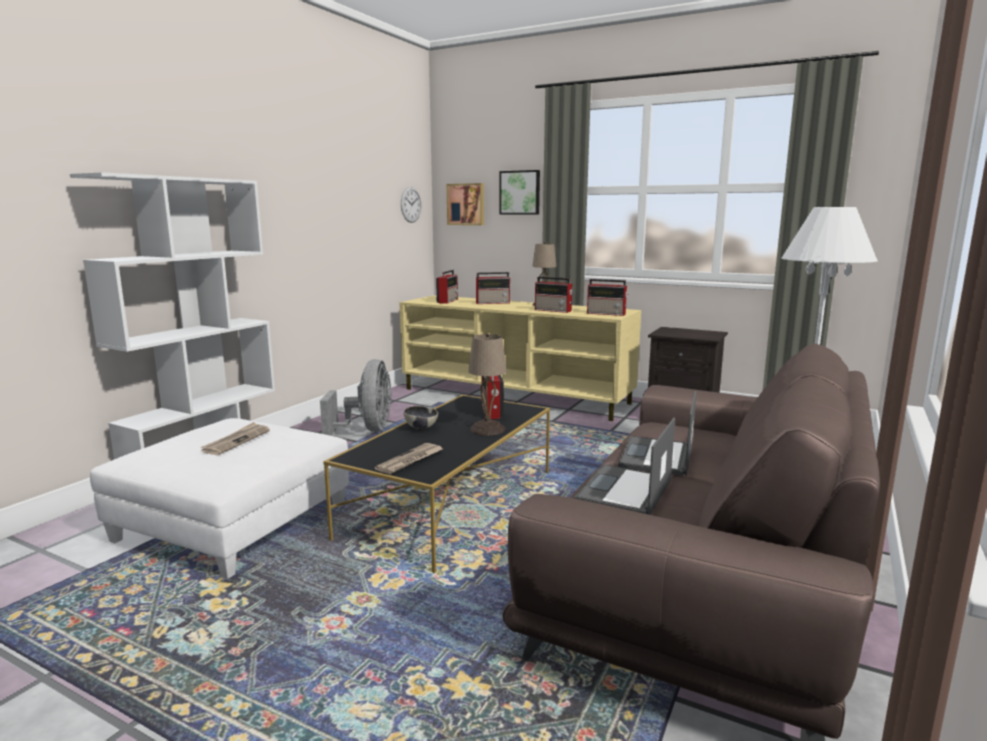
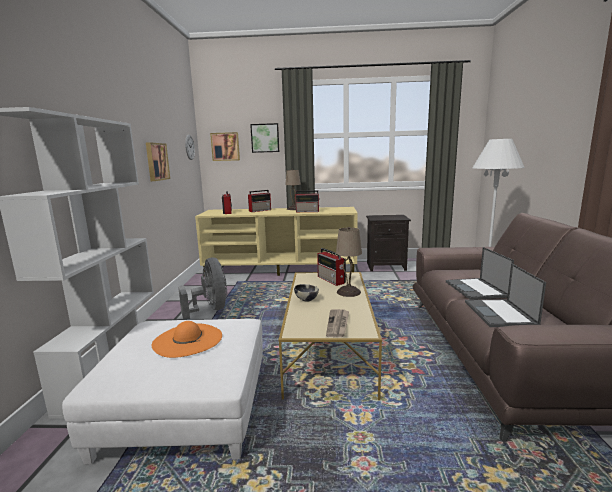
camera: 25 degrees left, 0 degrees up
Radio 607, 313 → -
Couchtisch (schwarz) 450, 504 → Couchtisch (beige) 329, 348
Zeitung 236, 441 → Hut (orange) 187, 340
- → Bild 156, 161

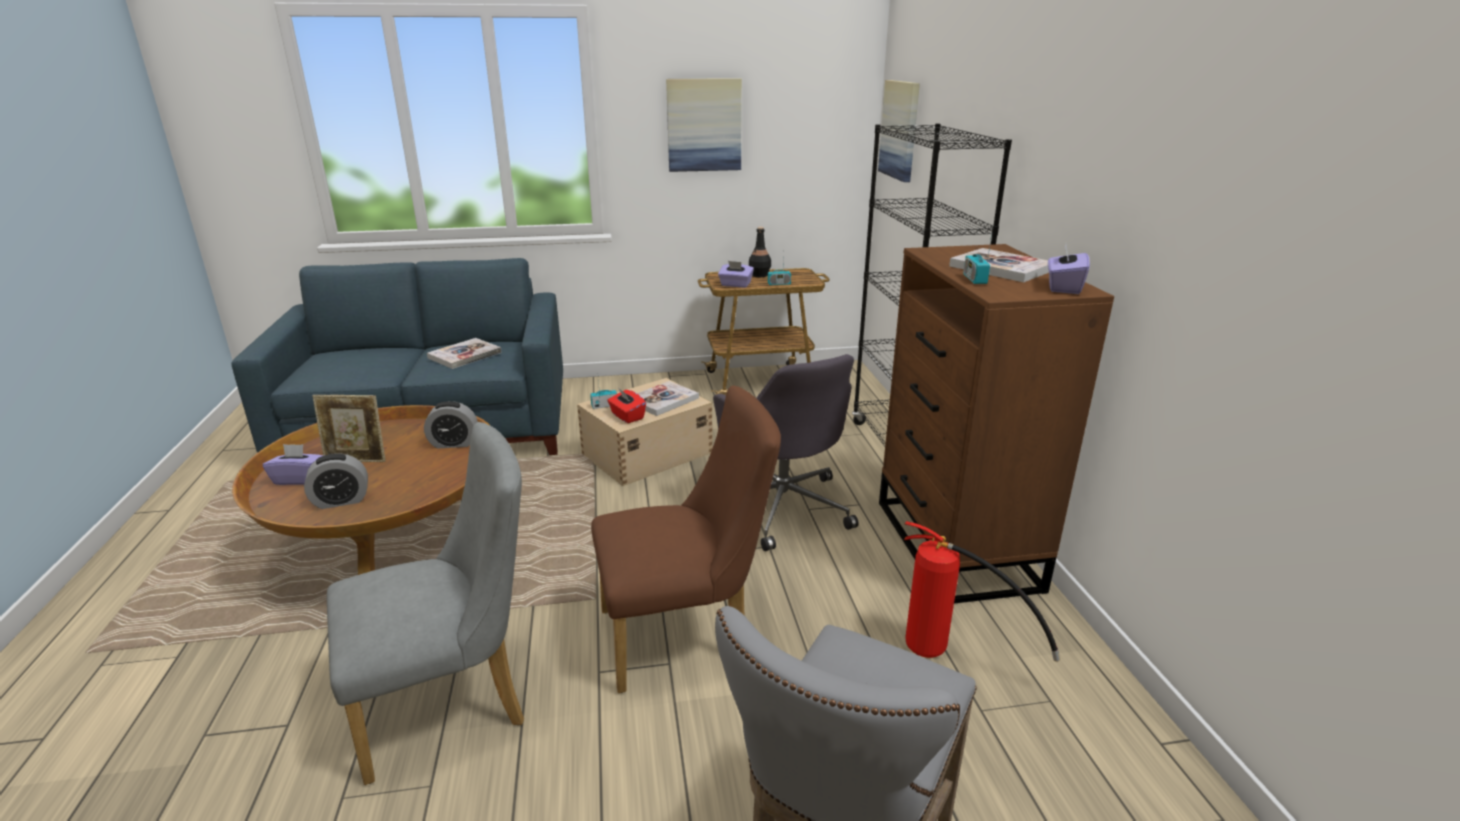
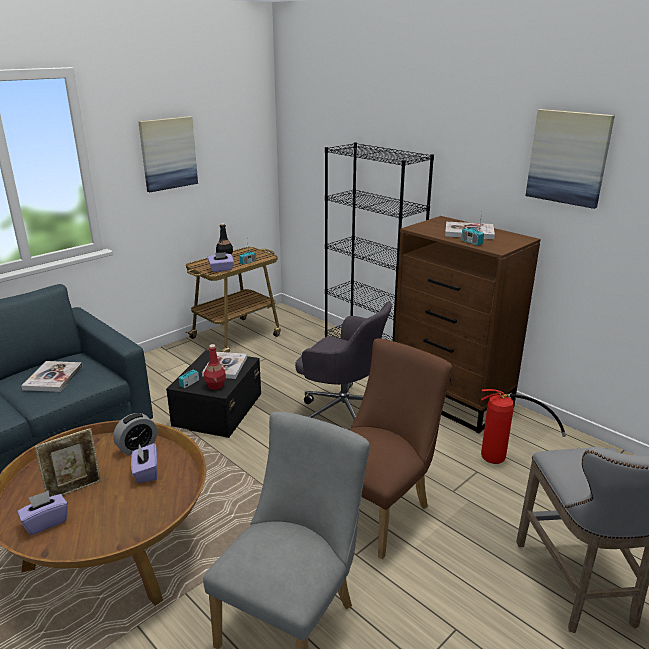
camera: 35 degrees left, 0 degrees up
Bild 900, 130 → Bild 568, 157, relocated
Taschentuchbox (lila) 1063, 287 → Taschentuchbox (lila) 146, 472, relocated
Aufbewahrungsbox (beige) 645, 453 → Aufbewahrungsbox (schwarz) 217, 410
Taschentuchbox (rot) 627, 416 → Flasche (rot) 216, 385
Wecker 341, 501 → -

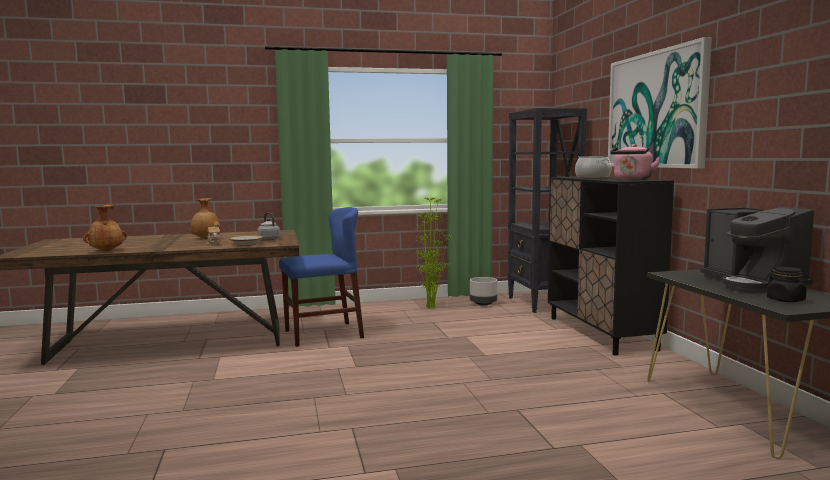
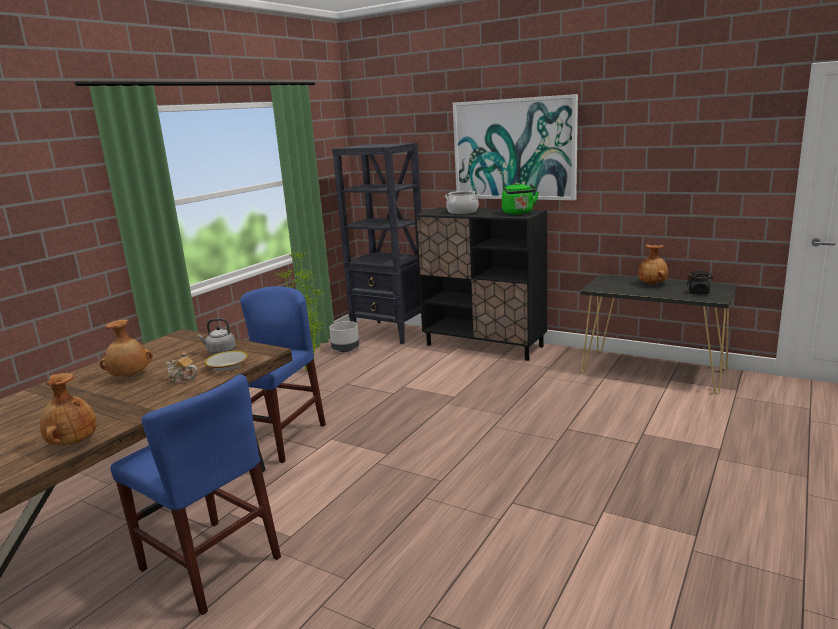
camera: 45 degrees left, 10 degrees up
Wasserkessel (rosa) 632, 179 → Wasserkessel (grün) 518, 213
Kaffeemaschine 751, 284 → Vase (braun) 653, 284
- → Stuhl (blau) 209, 563

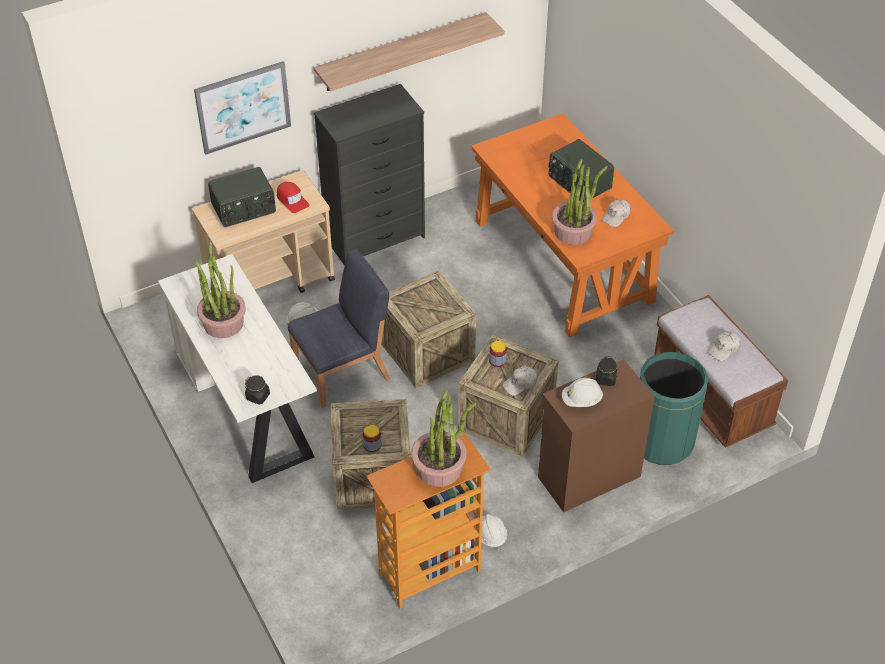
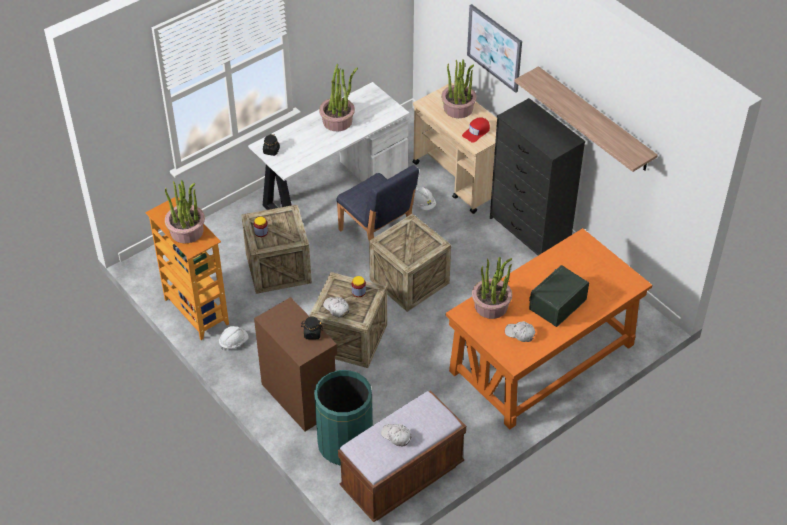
camera: 80 degrees right, 0 degrees up
Radio 244, 209 → Topfpflanze 458, 108
Schutzhelm (weiß) 581, 400 → -

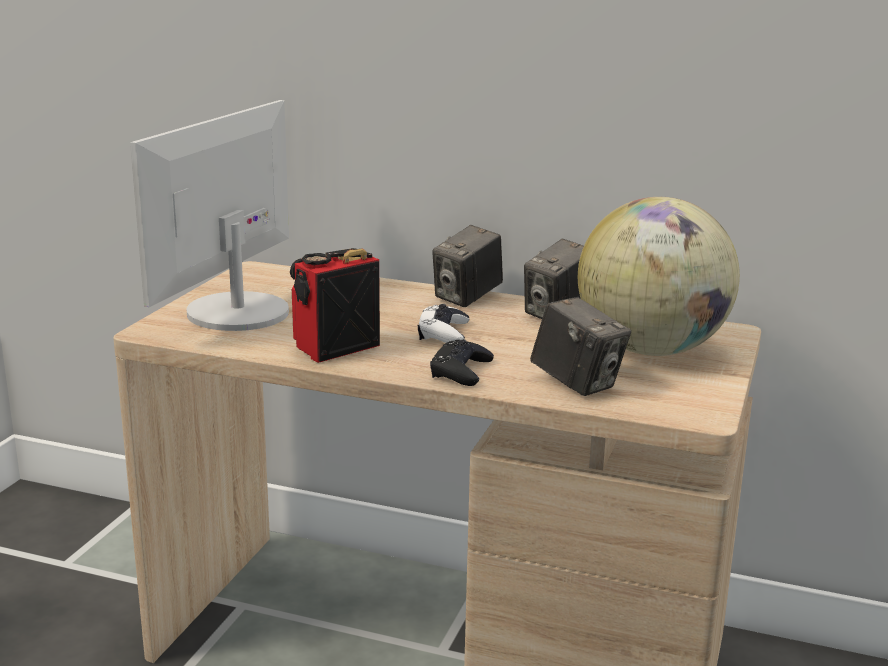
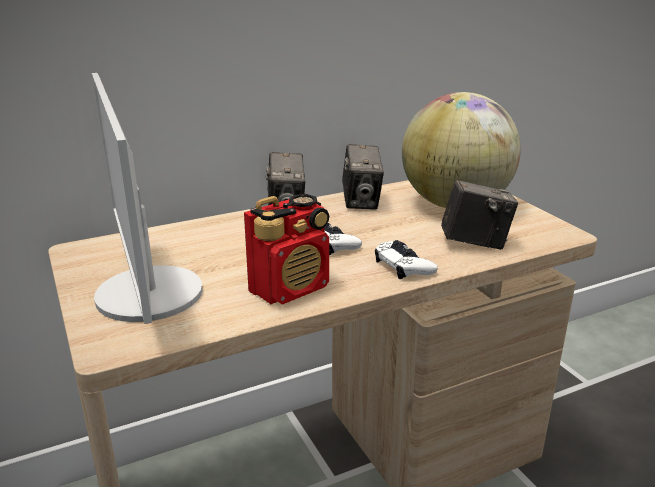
camera: 45 degrees left, 5 degrees up
Radio 334, 348 → Radio 290, 288, 135 degrees counterclockwise
Gamepad (schwarz) 461, 371 → Gamepad (weiß) 403, 266

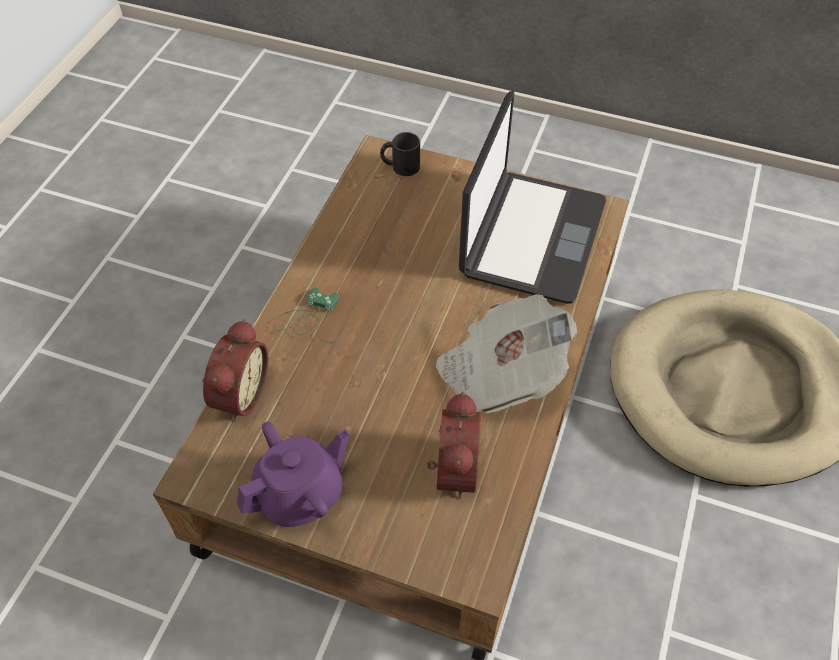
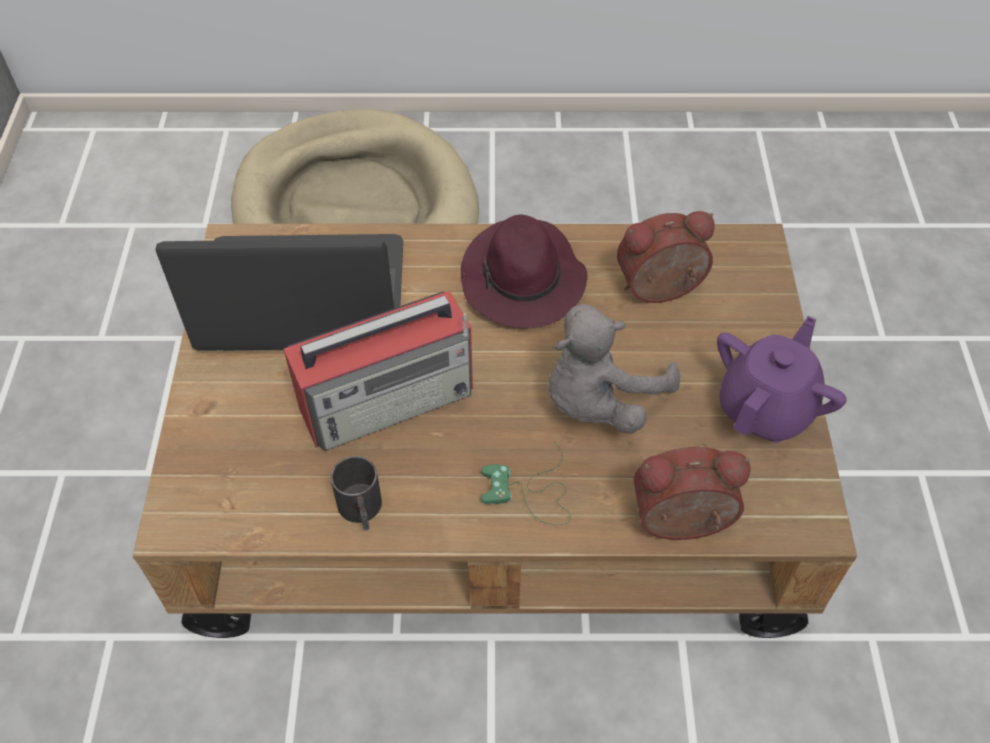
camera: 110 degrees left, 0 degrees up
Henkelbecher (schwarz) 400, 166 → Henkelbecher (schwarz) 361, 511, relocated
Zeitung 500, 373 → Hut (lila) 523, 281
Teekanne (lila) 300, 494 → Teekanne (lila) 766, 408, 90 degrees clockwise
- → Radio 390, 399
- → Plüschtier (grau) 599, 400

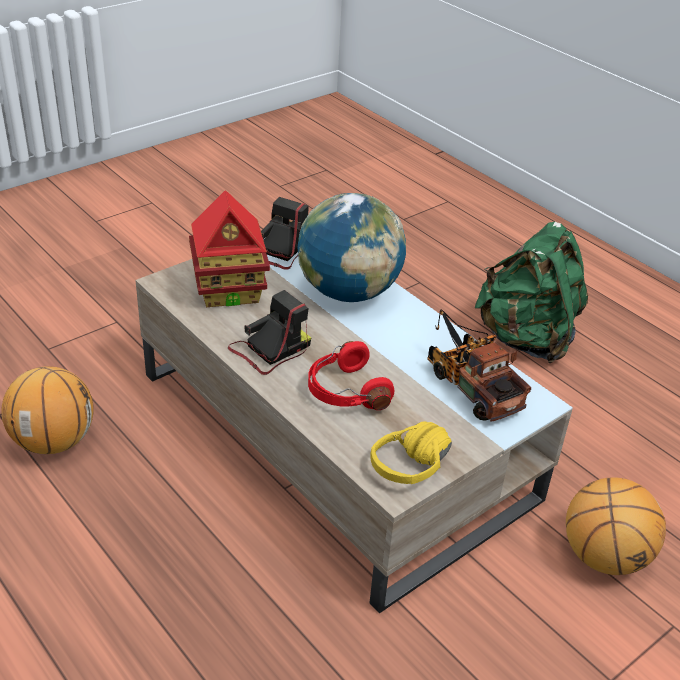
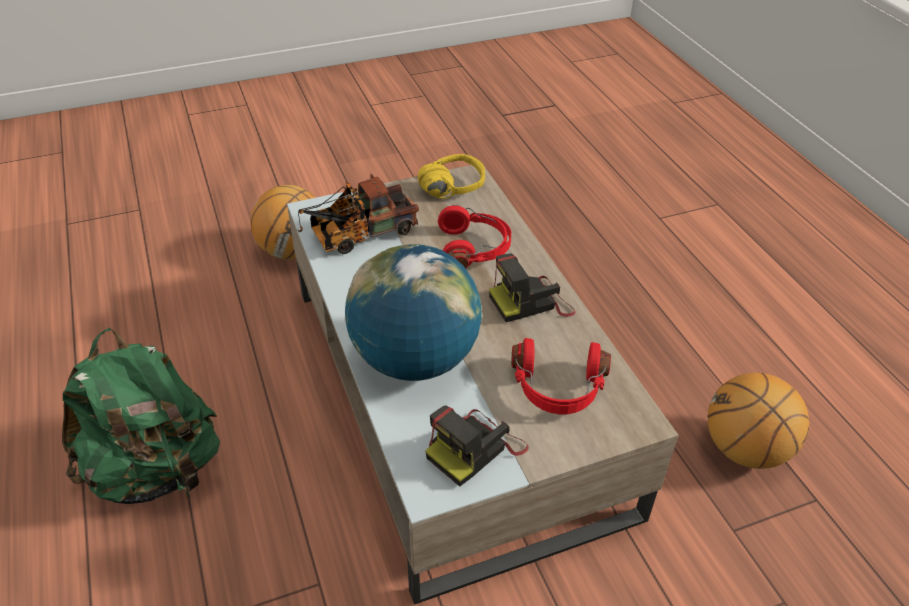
camera: 160 degrees left, 5 degrees up
Spielzeughaus 230, 291 → Kopfhörer (rot) 558, 389
Spielzeuglaster 469, 384 → Spielzeuglaster 358, 235, 75 degrees clockwise

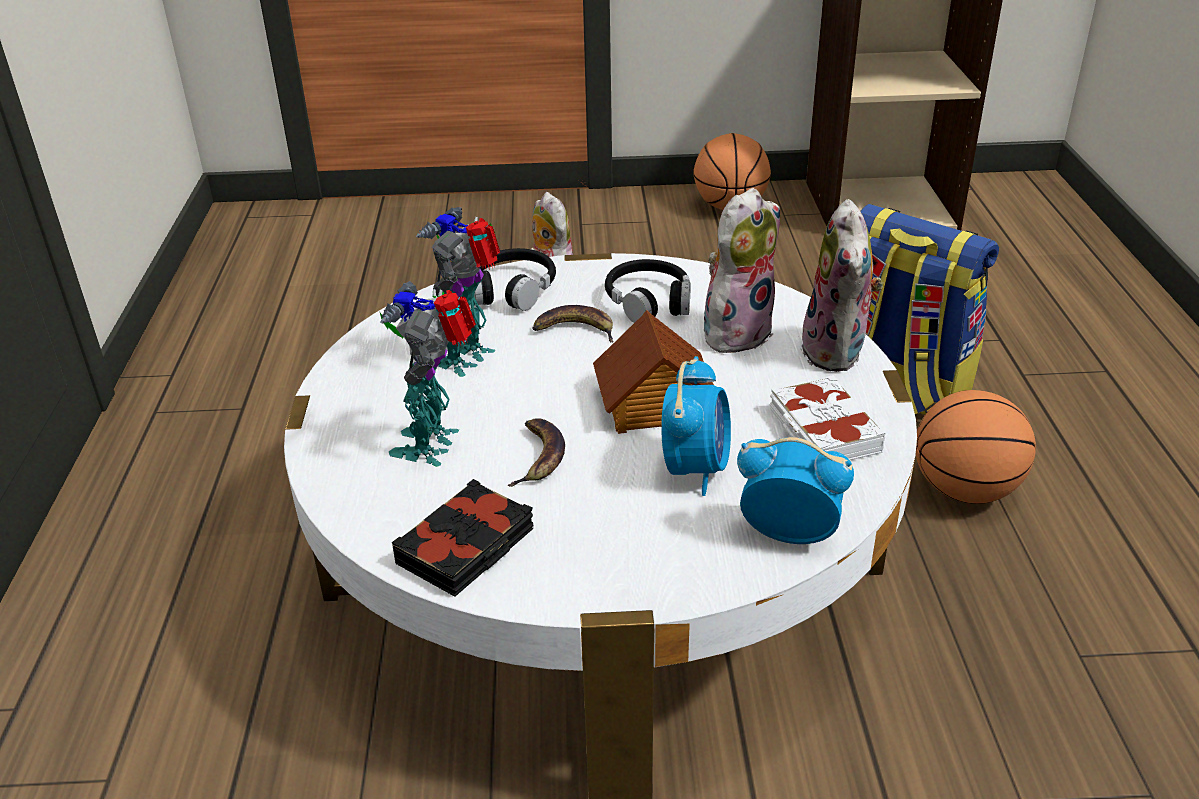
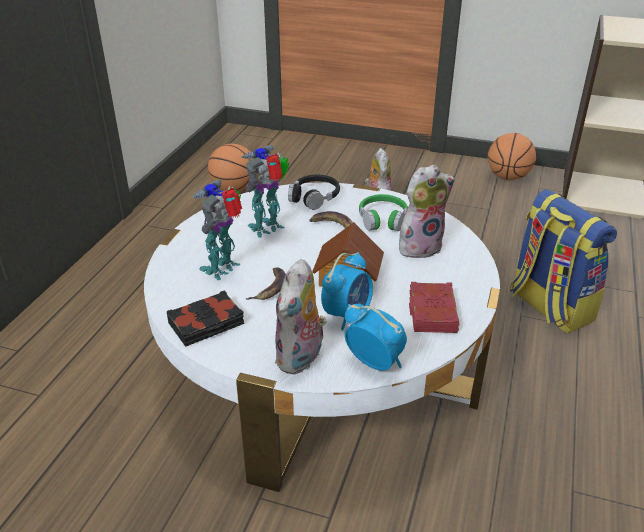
camera: 20 degrees right, 0 degrees up
Plüschtier 838, 353 → Plüschtier 301, 359, relocated
Kopfhörer (schwarz) 649, 302 → Kopfhörer (grün) 383, 219
Buch (weiß) 823, 431 → Buch (rot) 431, 312
Basketball 964, 490 → Basketball 234, 189, relocated

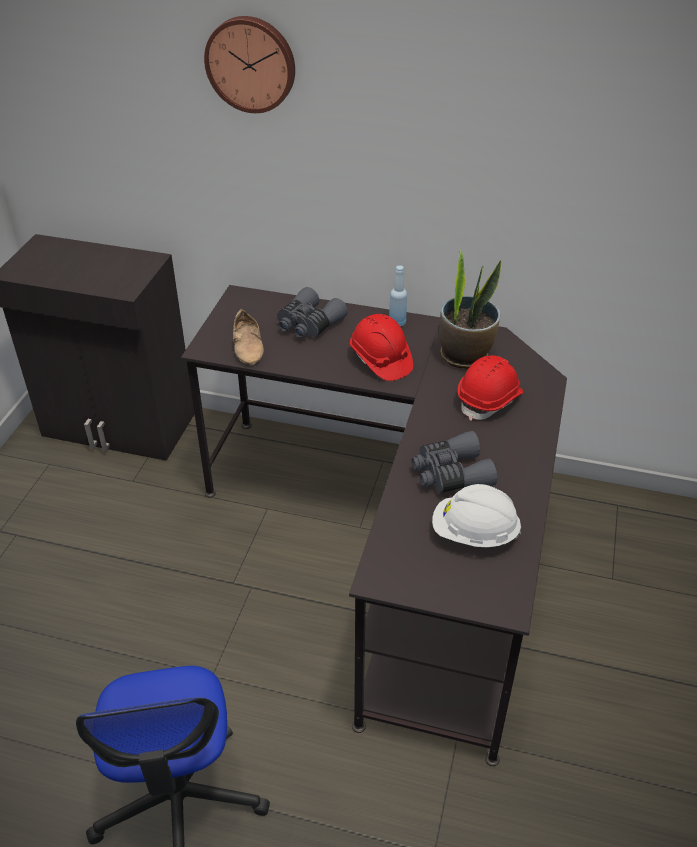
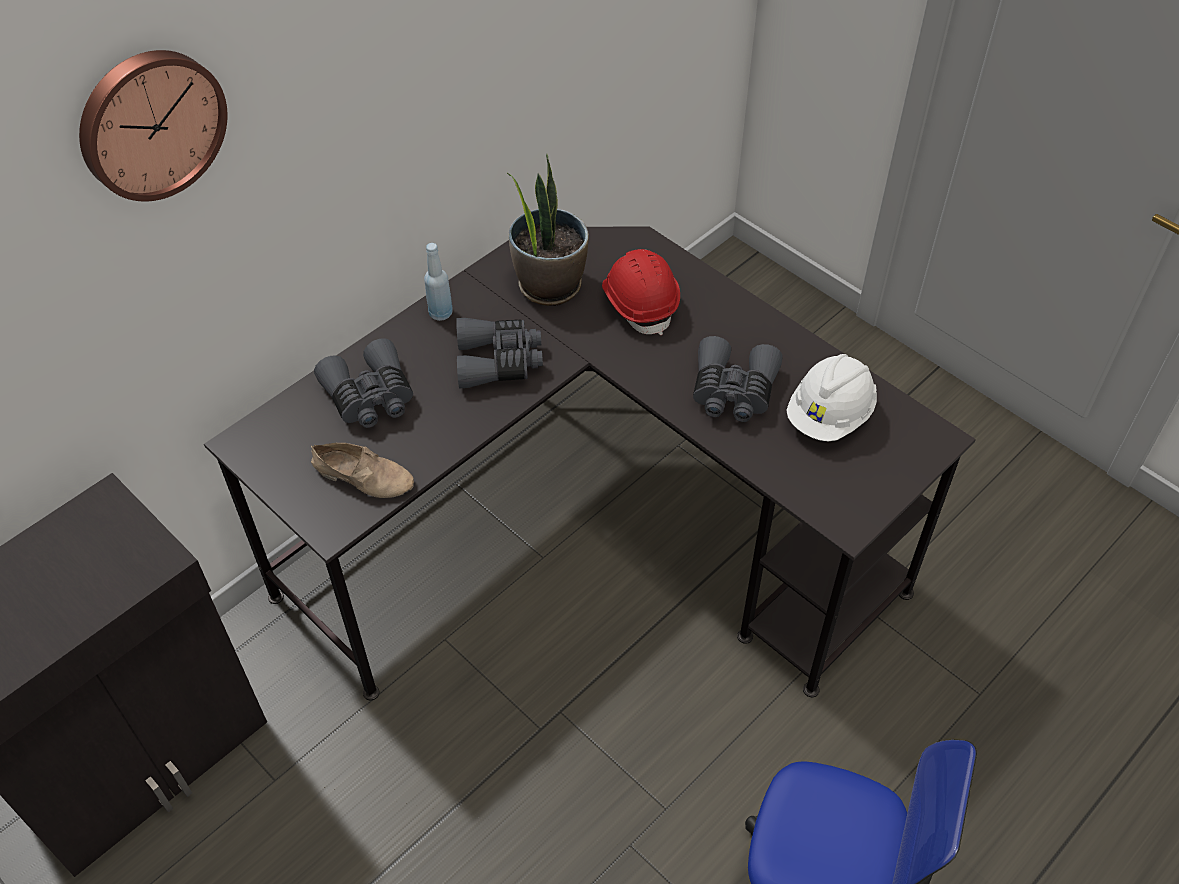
camera: 60 degrees left, 10 degrees up
Schutzhelm (rot) 380, 360 → Fernglas (grau) 499, 361

